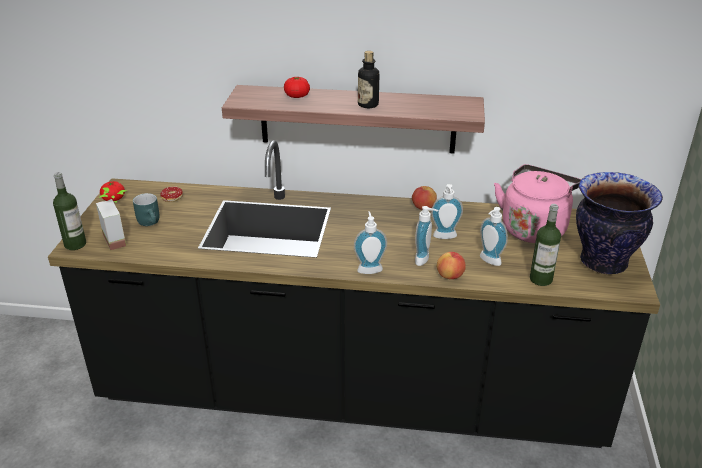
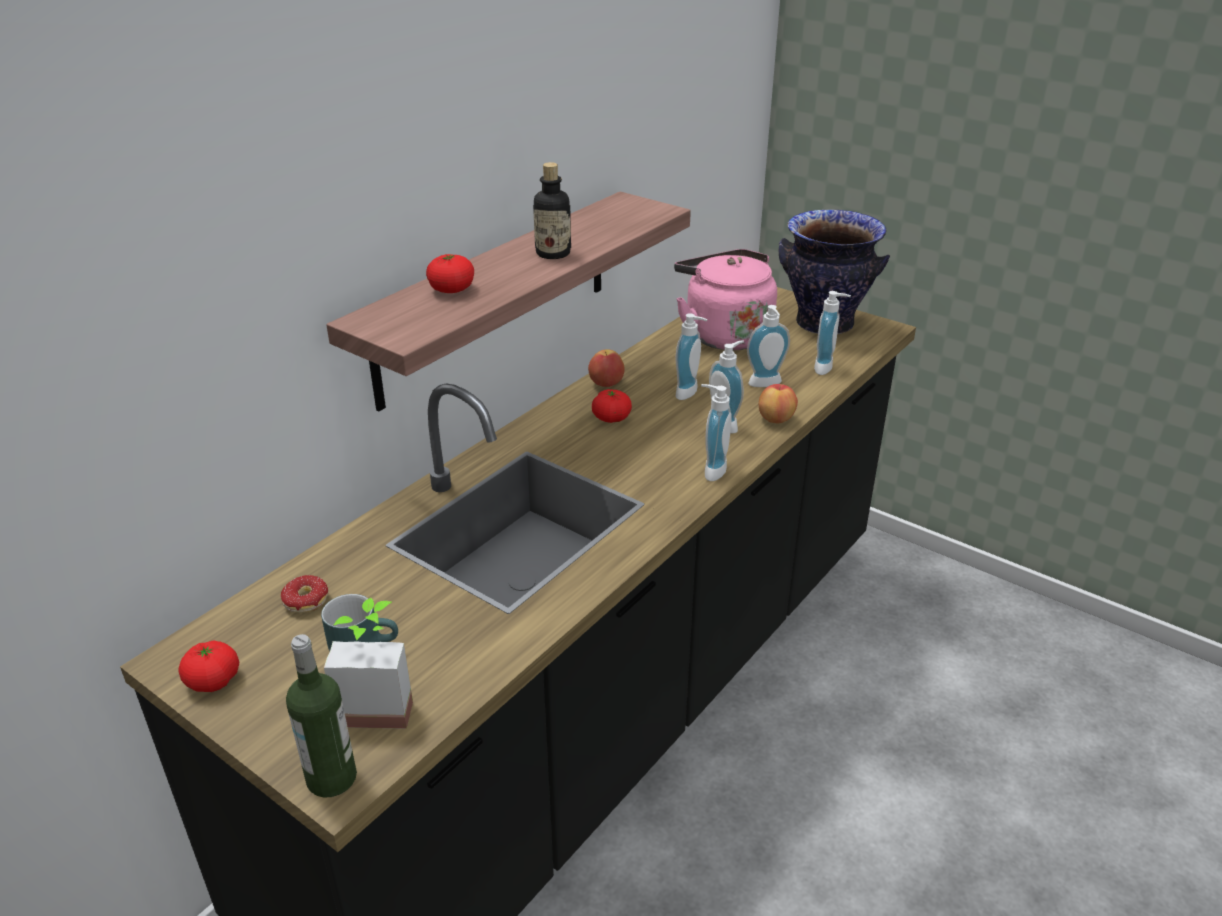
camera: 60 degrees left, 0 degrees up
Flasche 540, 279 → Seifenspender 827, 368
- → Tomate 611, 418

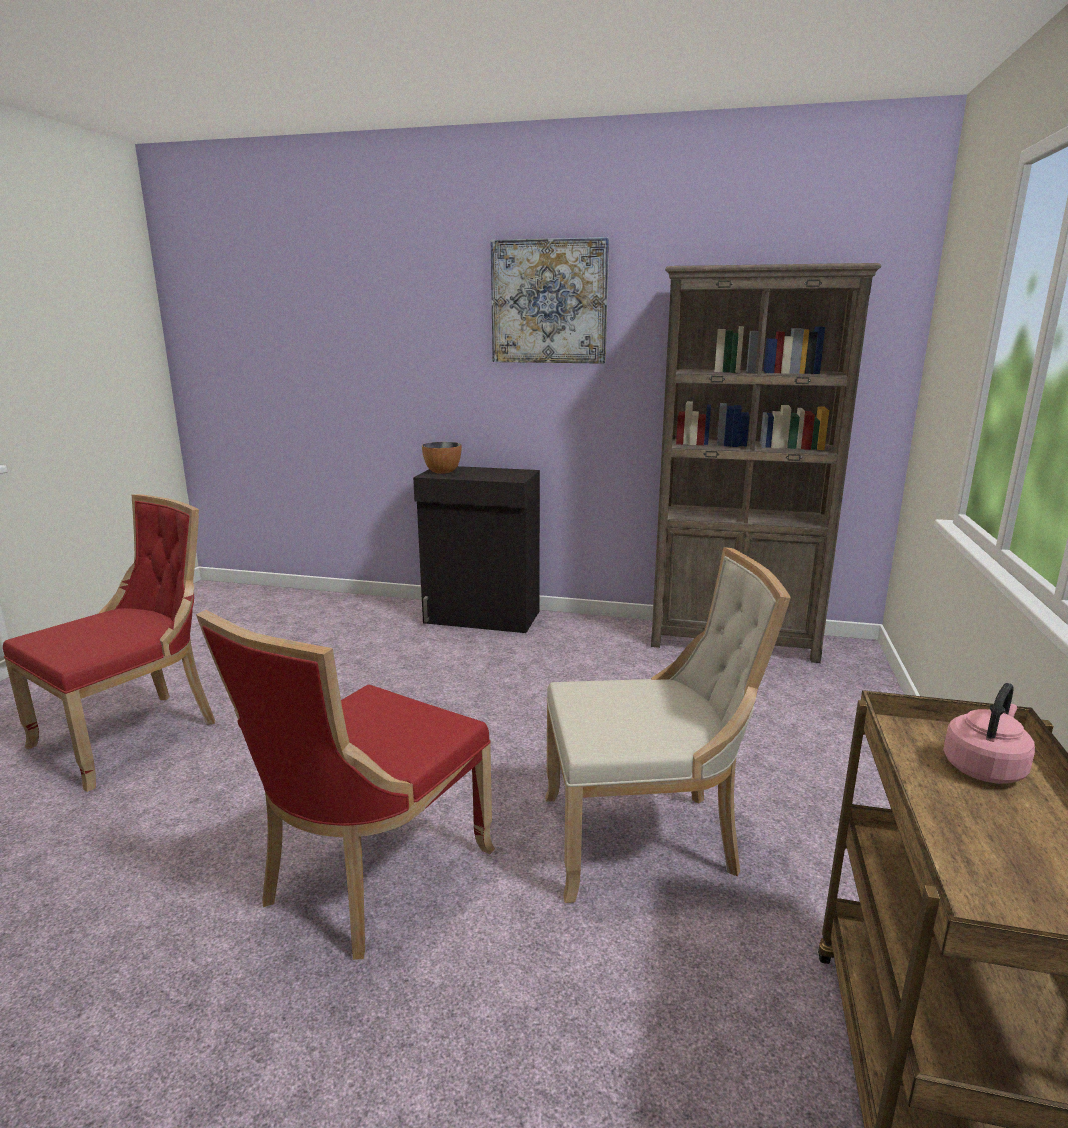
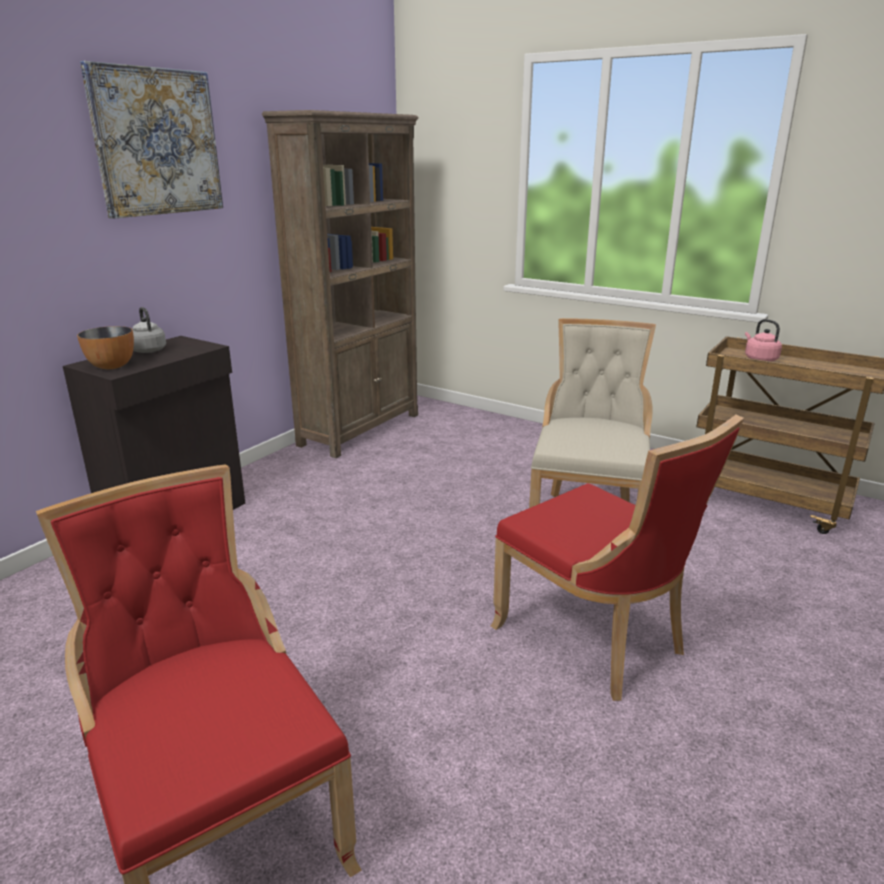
camera: 70 degrees left, 5 degrees up
- → Wasserkessel (grau) 148, 350

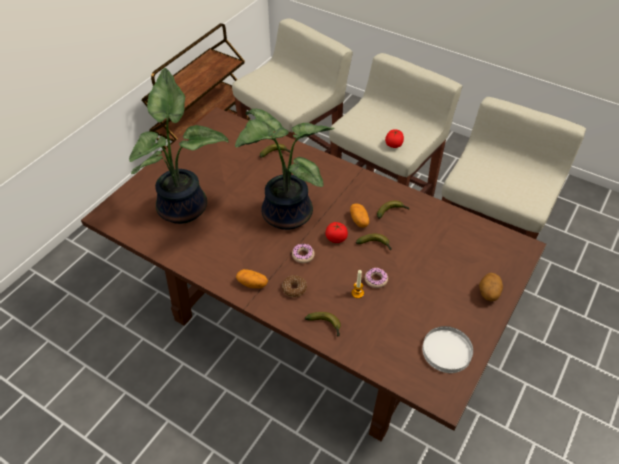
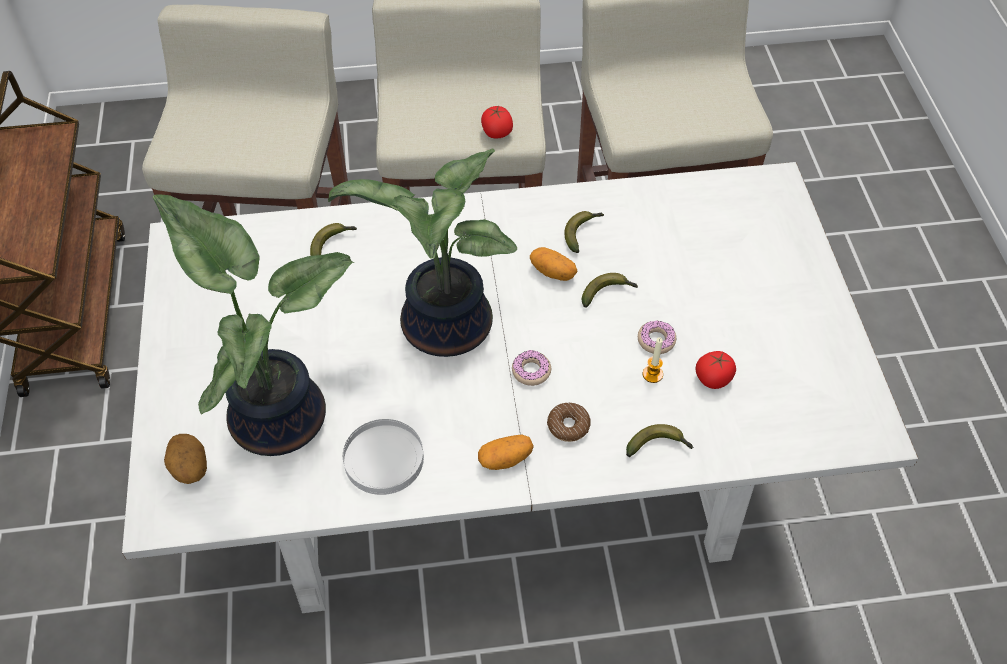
camera: 40 degrees left, 5 degrees up
Esstisch (braun) 308, 323 → Esstisch (weiß) 500, 475
Tomate 336, 238 → Tomate 713, 378, relocated
Kartoffel 488, 293 → Kartoffel 190, 469, relocated
Teller (weiß) 446, 351 → Teller (weiß) 383, 459, relocated

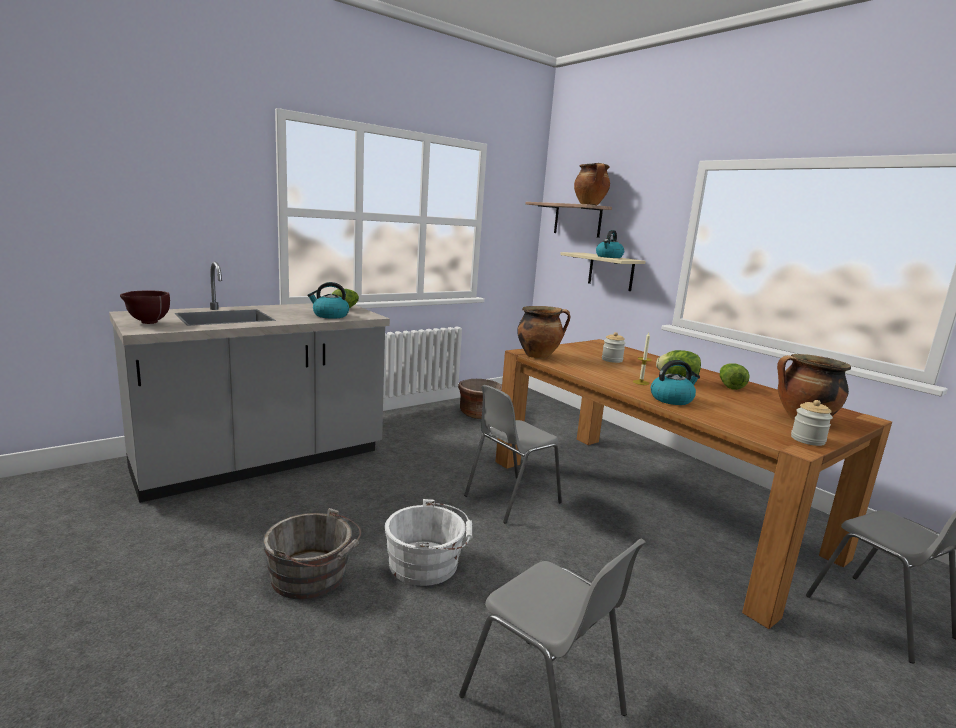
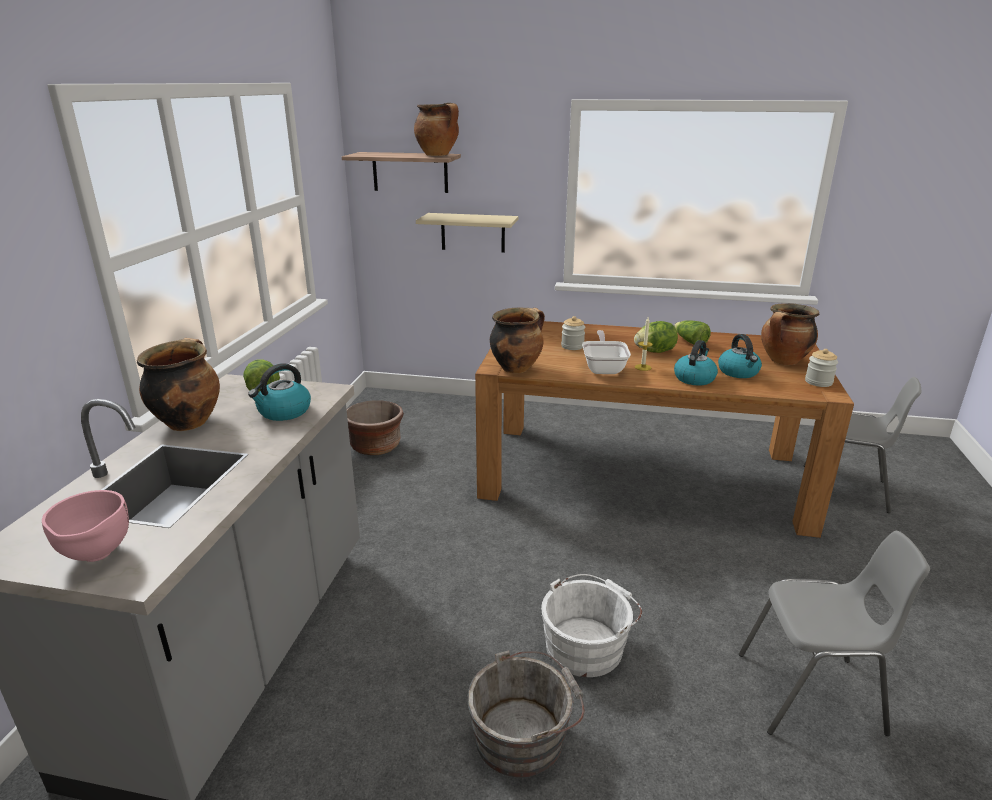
camera: 40 degrees left, 10 degrees up
Wasserkessel 609, 257 → Wasserkessel 739, 372, relocated
Schüssel (braun) 147, 323 → Schüssel (rosa) 96, 556
Stuhl (grau) 510, 499 → -
- → Pfanne 604, 368
- → Kochtopf 188, 422

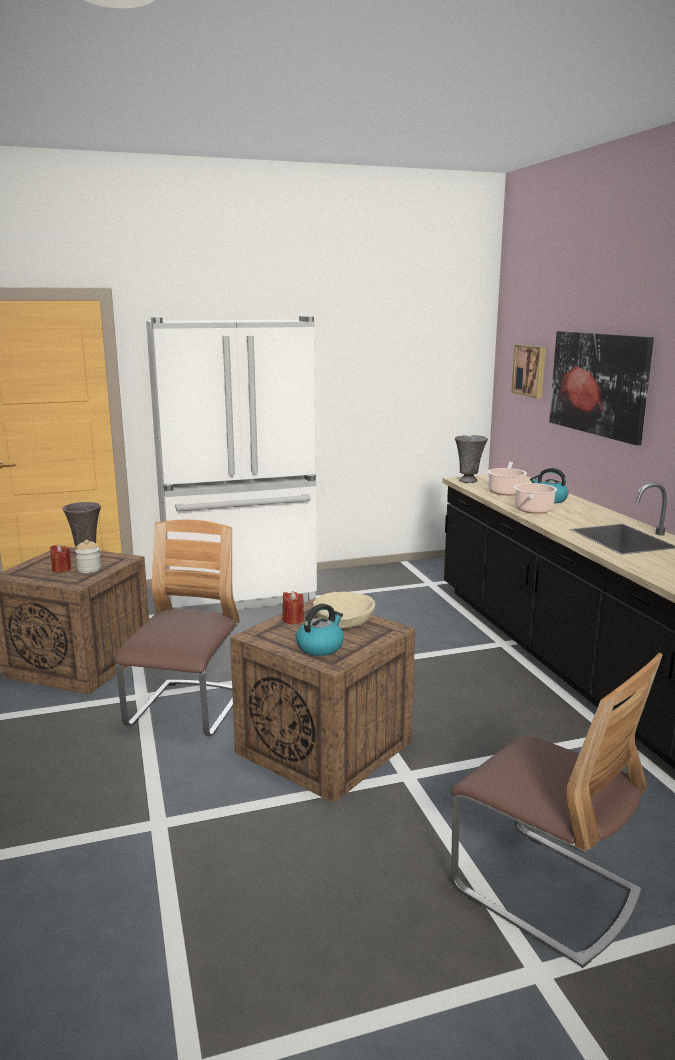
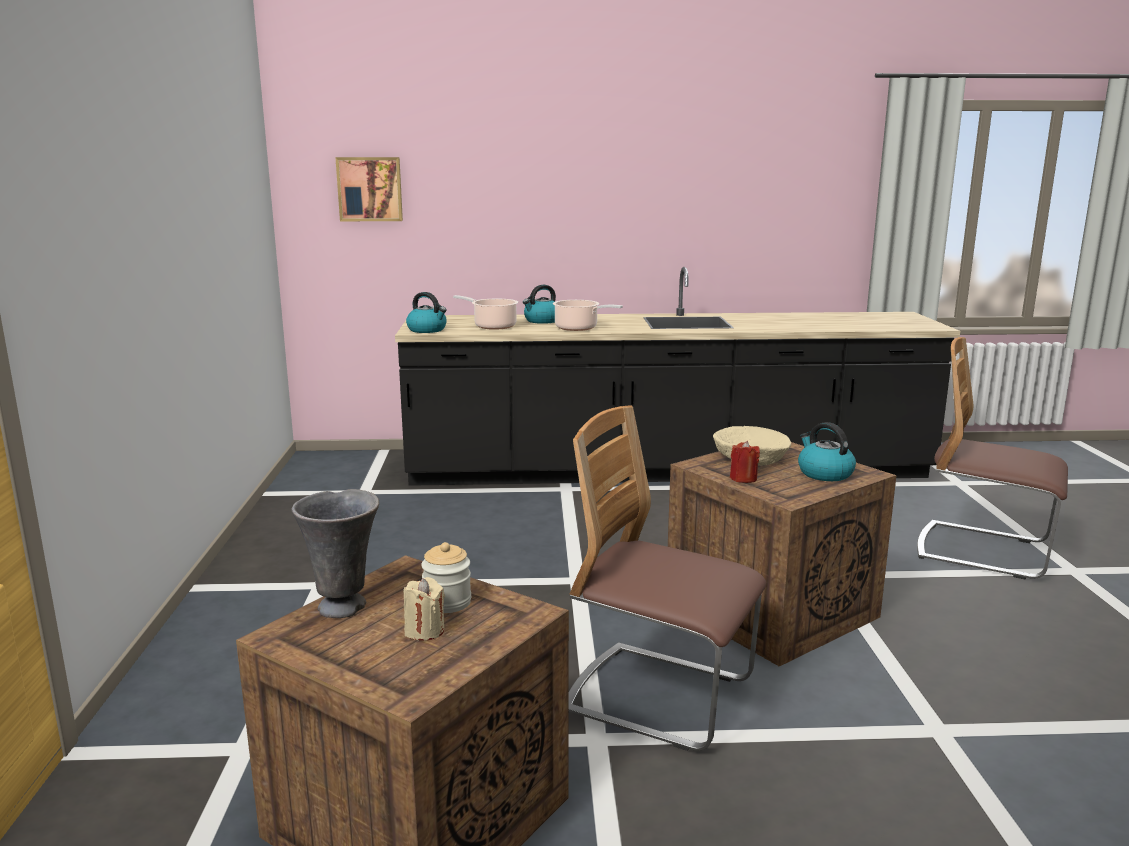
camera: 75 degrees left, 0 degrees up
Kühlschrank (weiß) 240, 596 → -
Bild 598, 384 → -
Vase (grau) 469, 481 → Wasserkessel 427, 330
Kerze (rot) 61, 569 → Kerze (beige) 424, 631
Stuhl 545, 890 → Stuhl 983, 551, 120 degrees counterclockwise

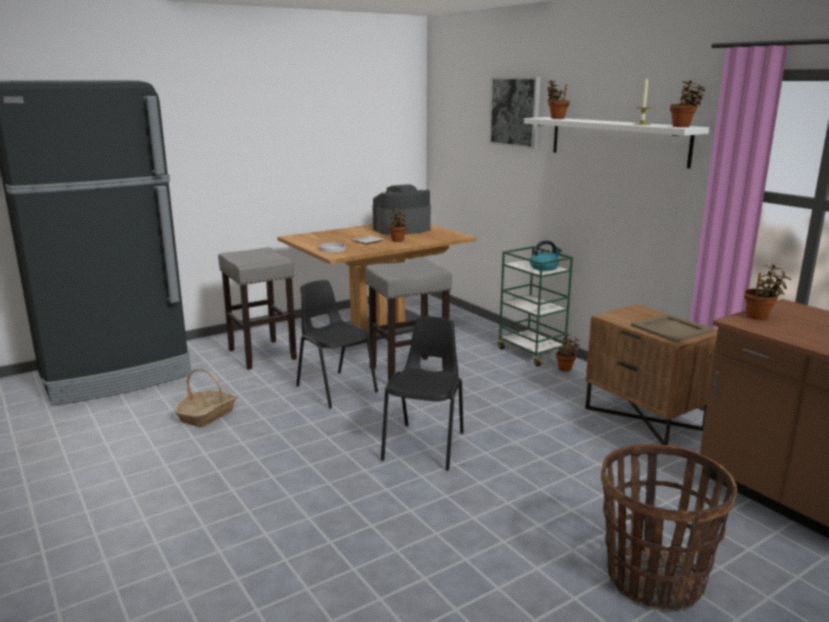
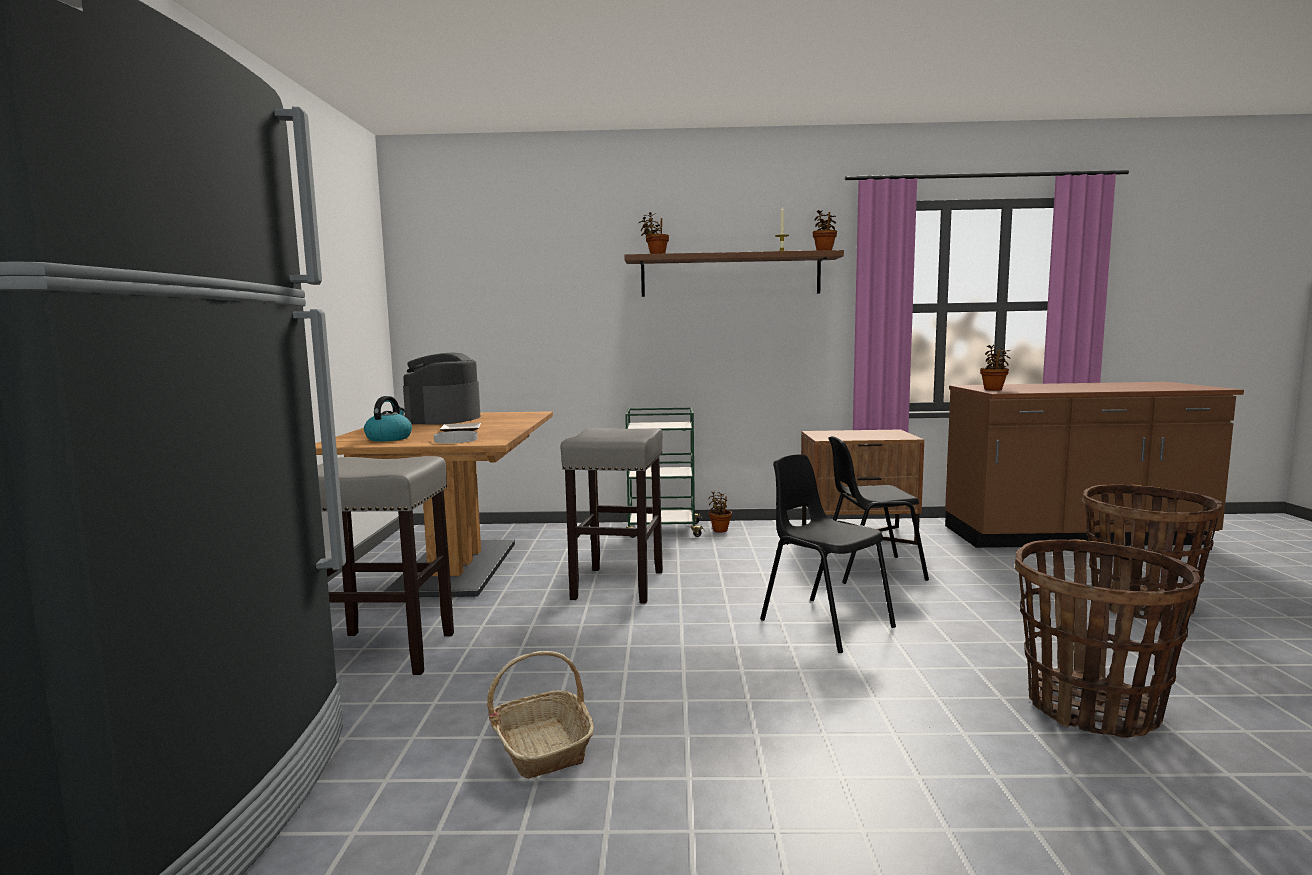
camera: 55 degrees left, 10 degrees down
Bild 515, 111 → -
Wandregal (weiß) 617, 140 → Wandregal (braun) 730, 275
Topfpflanze 398, 240 → -
Wasserkessel 544, 267 → Wasserkessel 389, 438, relocated
Stuhl (schwarz) 335, 389 → Stuhl (schwarz) 870, 570, relocated
Tablett (beige) 670, 328 → -
- → Korb 1092, 708

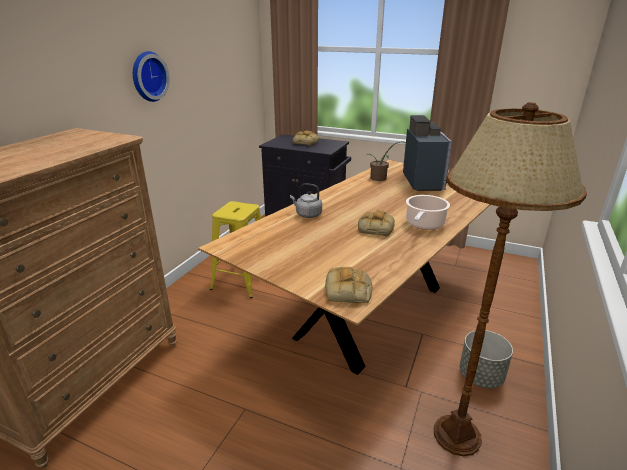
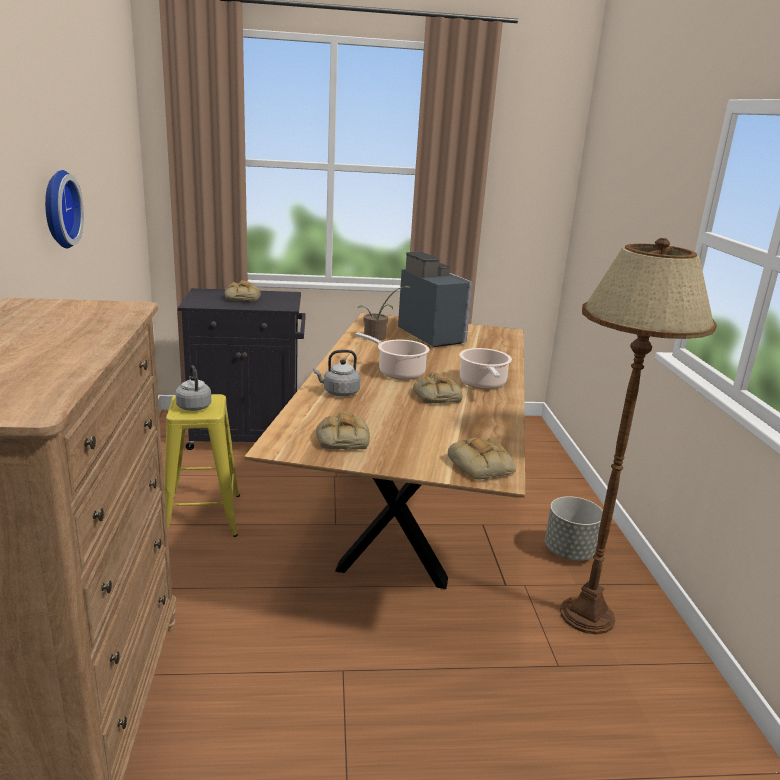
camera: 30 degrees left, 5 degrees down
- → Kochtopf 398, 372
- → Wasserkessel (grau) 193, 406
- → Brot 342, 438

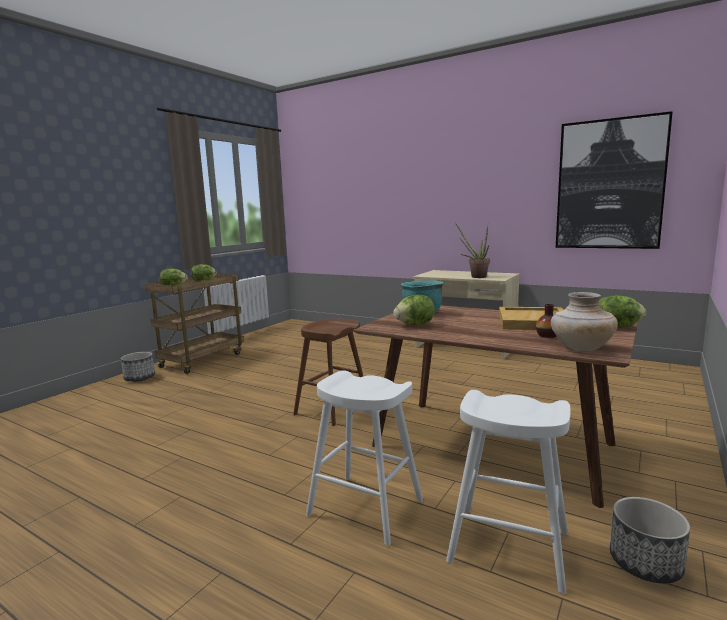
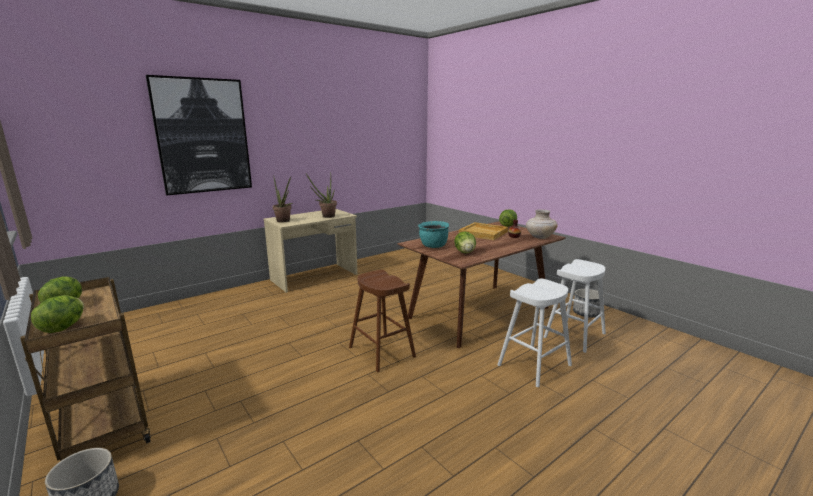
camera: 70 degrees left, 5 degrees up
Bild 609, 185 → Bild 203, 136, relocated
- → Topfpflanze 284, 221

